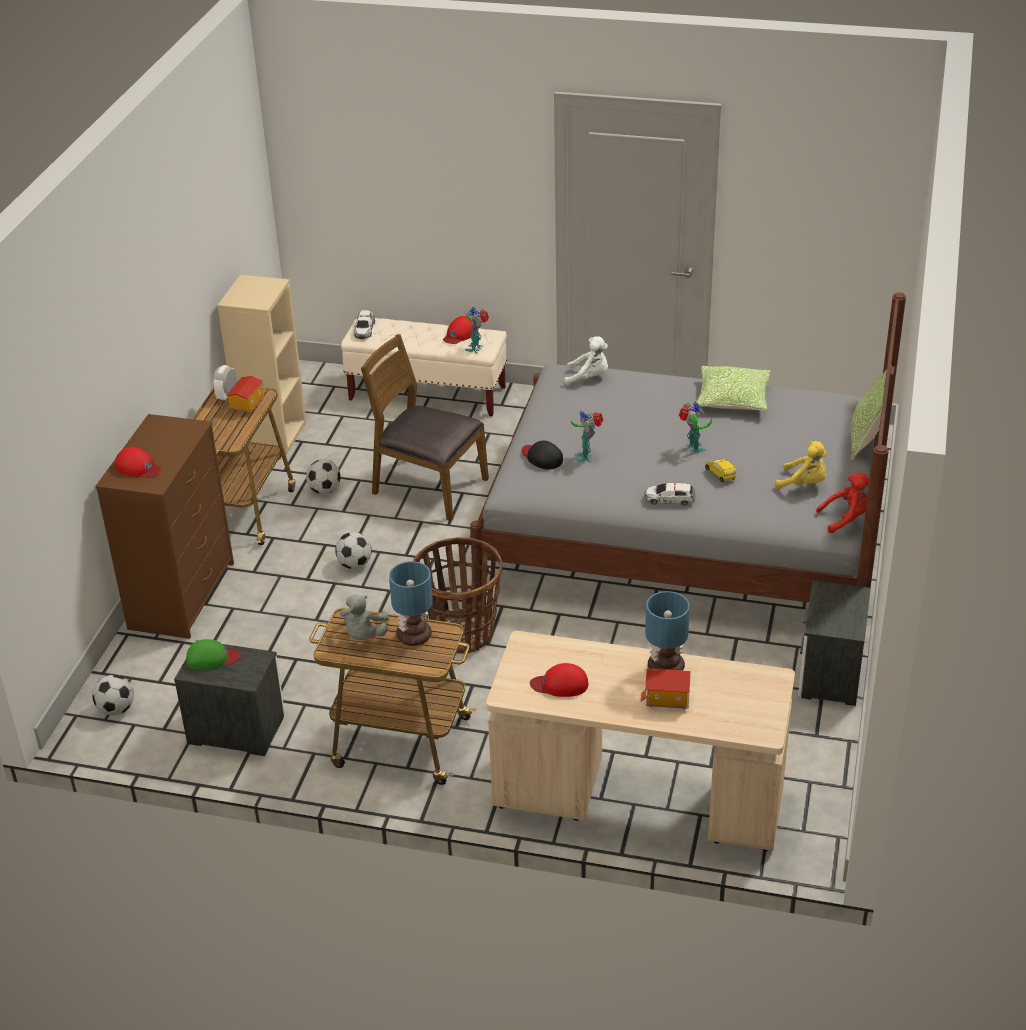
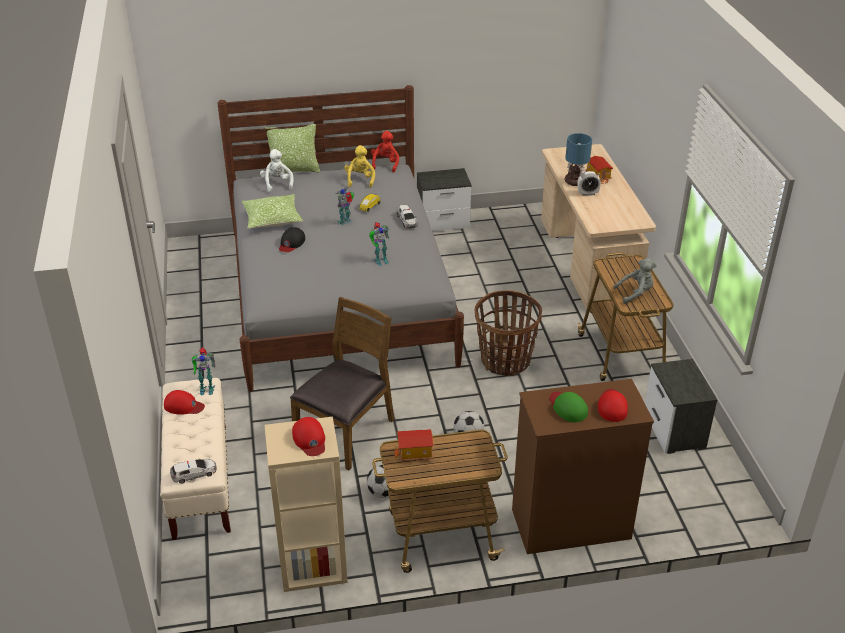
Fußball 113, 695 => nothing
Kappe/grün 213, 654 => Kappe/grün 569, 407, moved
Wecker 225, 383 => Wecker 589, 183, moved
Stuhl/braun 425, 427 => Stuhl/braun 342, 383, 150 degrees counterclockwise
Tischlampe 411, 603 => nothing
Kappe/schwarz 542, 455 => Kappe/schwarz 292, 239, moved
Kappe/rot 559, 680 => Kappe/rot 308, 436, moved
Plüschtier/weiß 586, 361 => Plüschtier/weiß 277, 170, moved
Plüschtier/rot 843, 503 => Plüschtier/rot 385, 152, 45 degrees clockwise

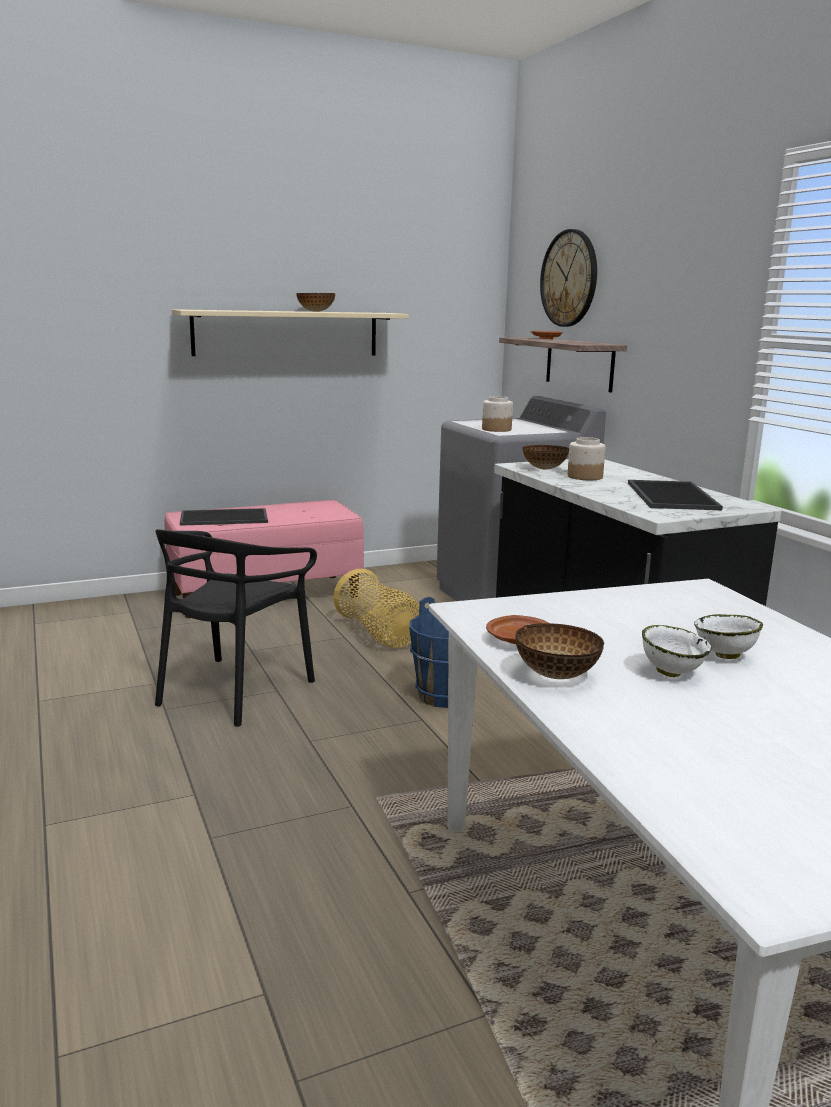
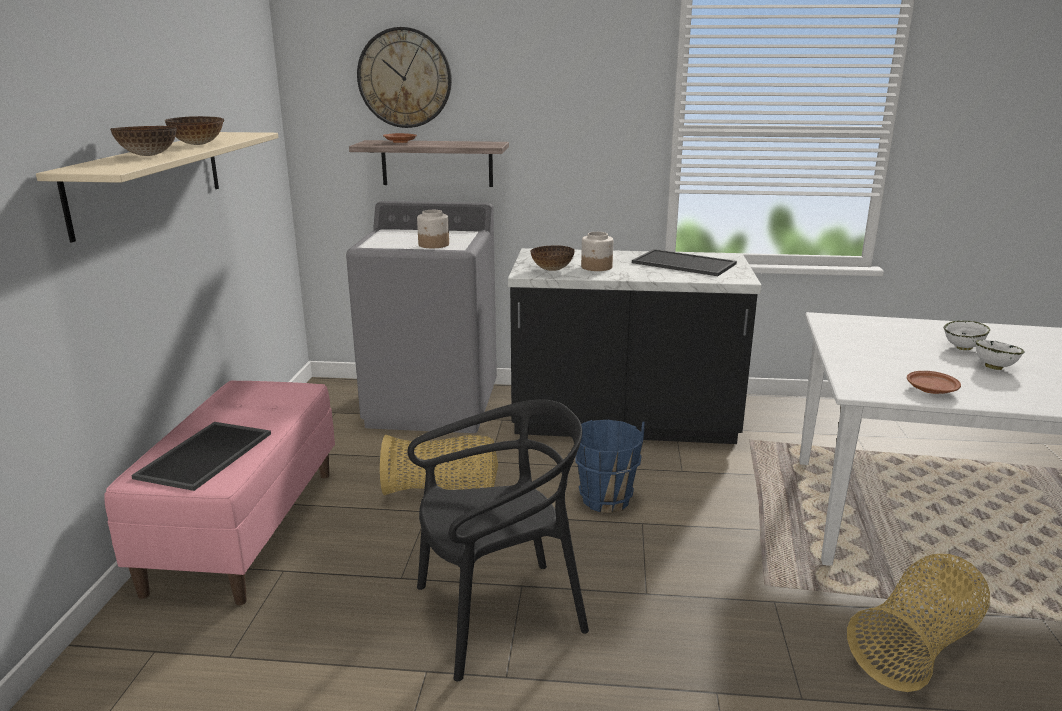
Stuhl/schwarz 236, 628 => Stuhl/schwarz 498, 540, 75 degrees counterclockwise
Schüssel 559, 651 => Schüssel 143, 141, moved
nothing => Korb 918, 623

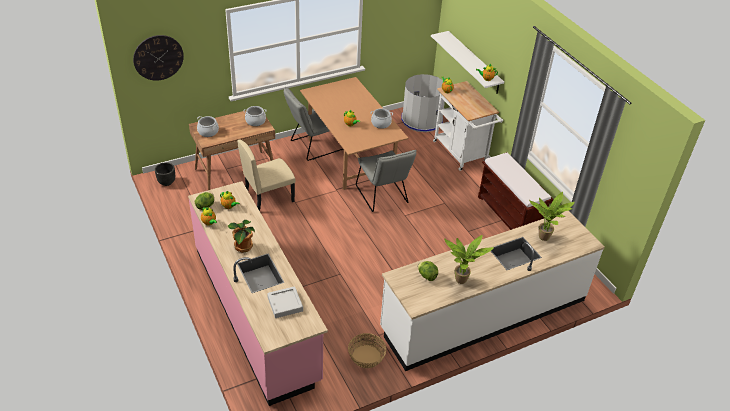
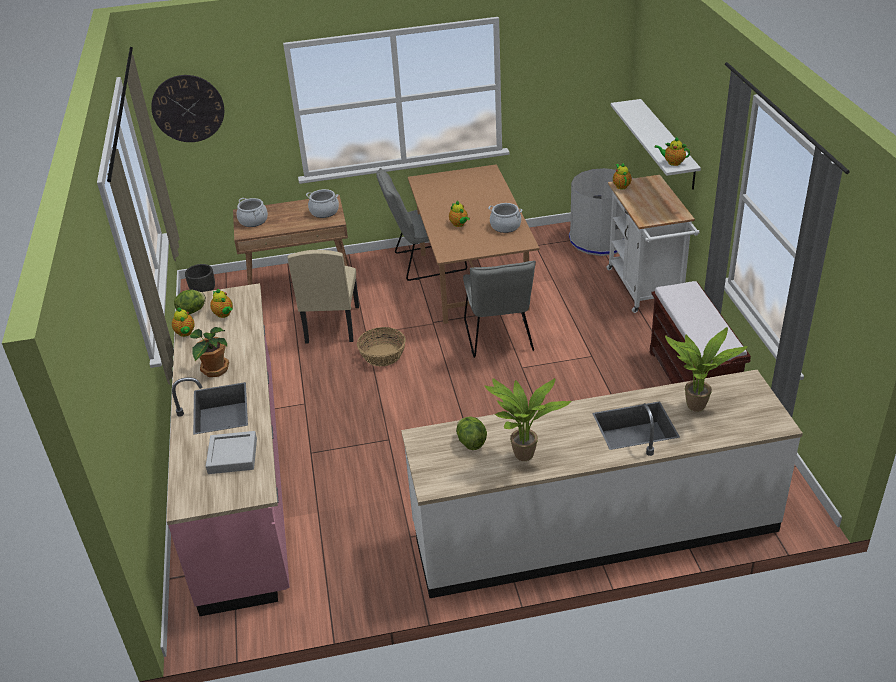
Stuhl/beige 266, 175 => Stuhl/beige 323, 296, 75 degrees counterclockwise
Korb 367, 350 => Korb 381, 346, moved

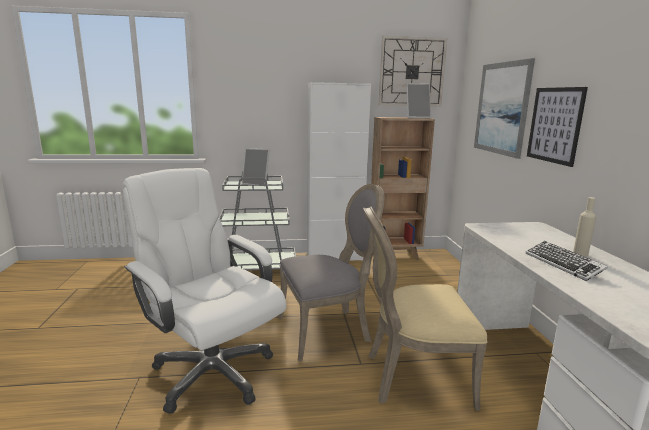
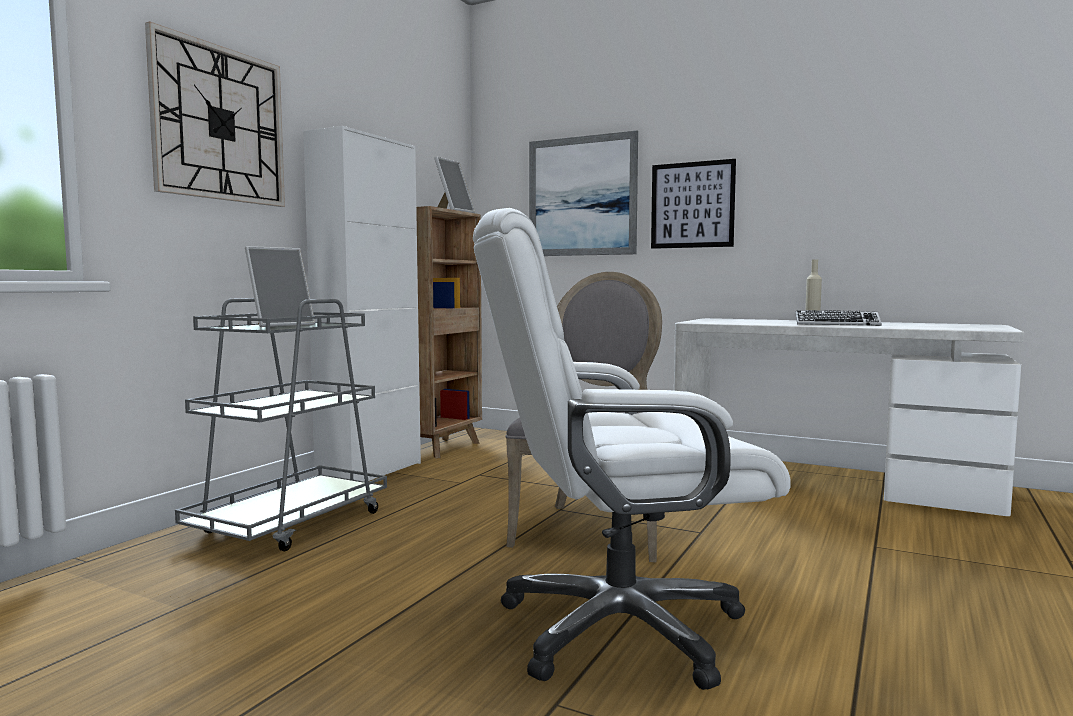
Stuhl/beige 425, 308 => nothing
Wanduhr 413, 71 => Wanduhr 215, 114, moved

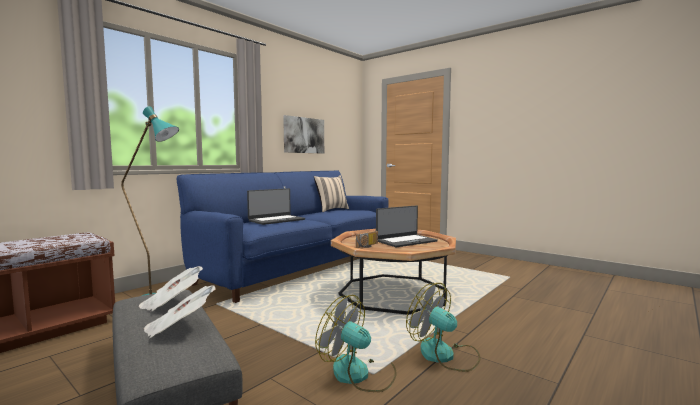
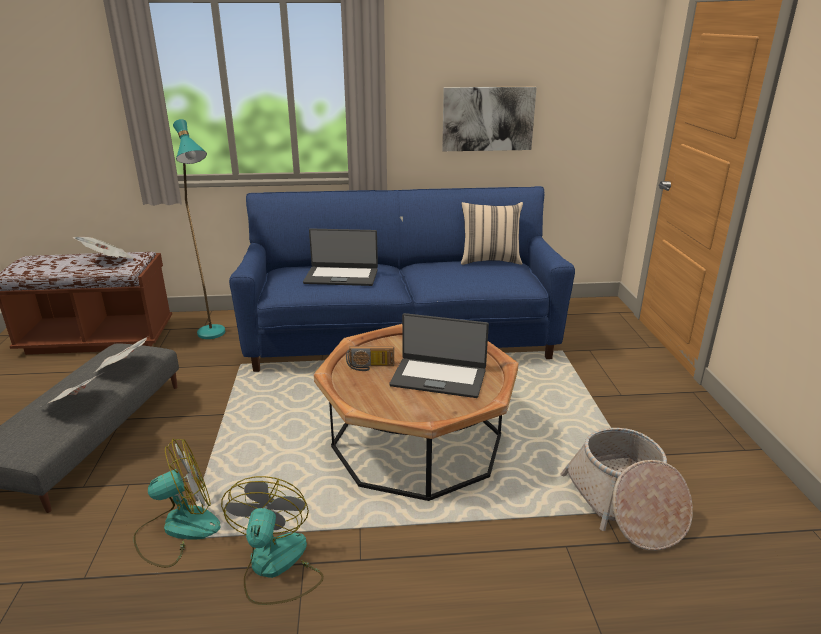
Ventilator 356, 343 => Ventilator 177, 503, 75 degrees clockwise
nothing => Zeitung 103, 248
nothing => Korb 626, 489

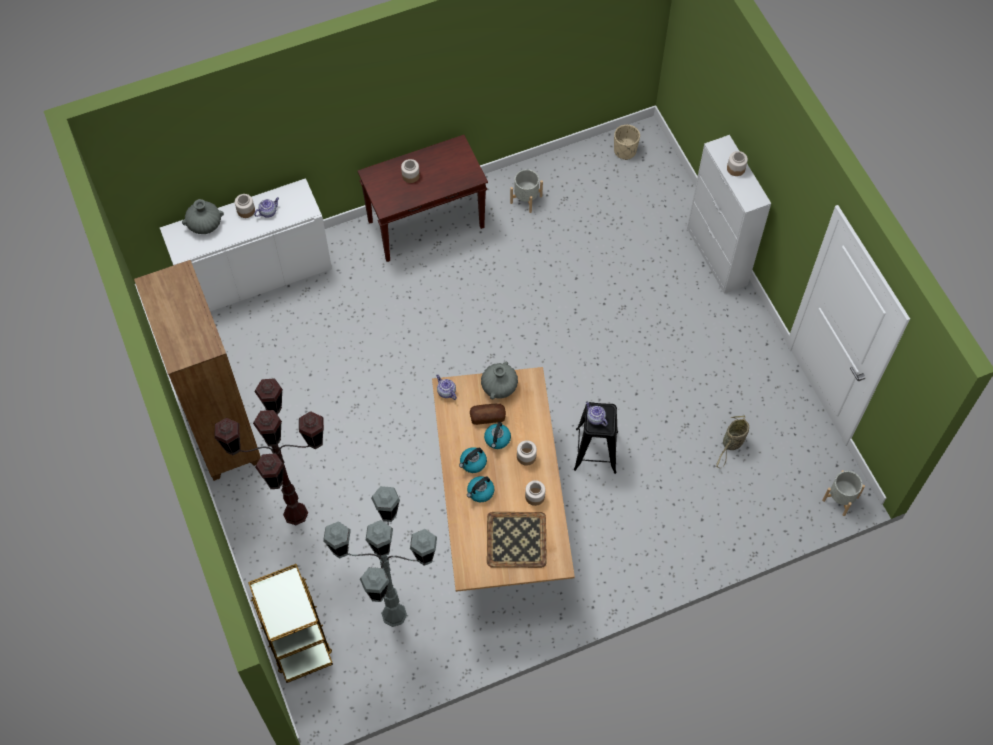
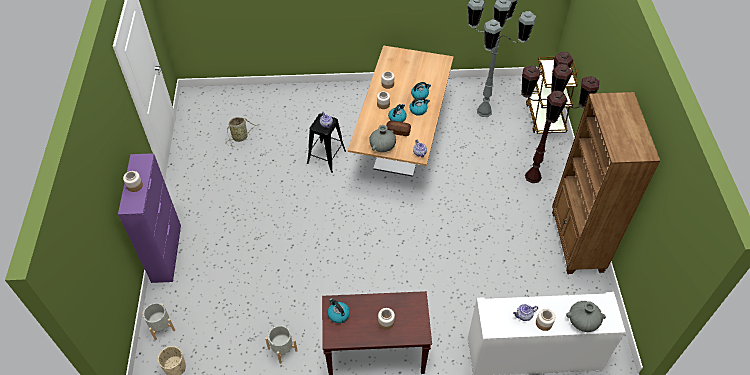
Tablett 517, 540 => nothing
Schrank/weiß 729, 214 => Schrank/lila 149, 218
Pflanzkübel/grau 843, 493 => Pflanzkübel/grau 158, 321, moved
nothing => Wasserkessel 338, 310

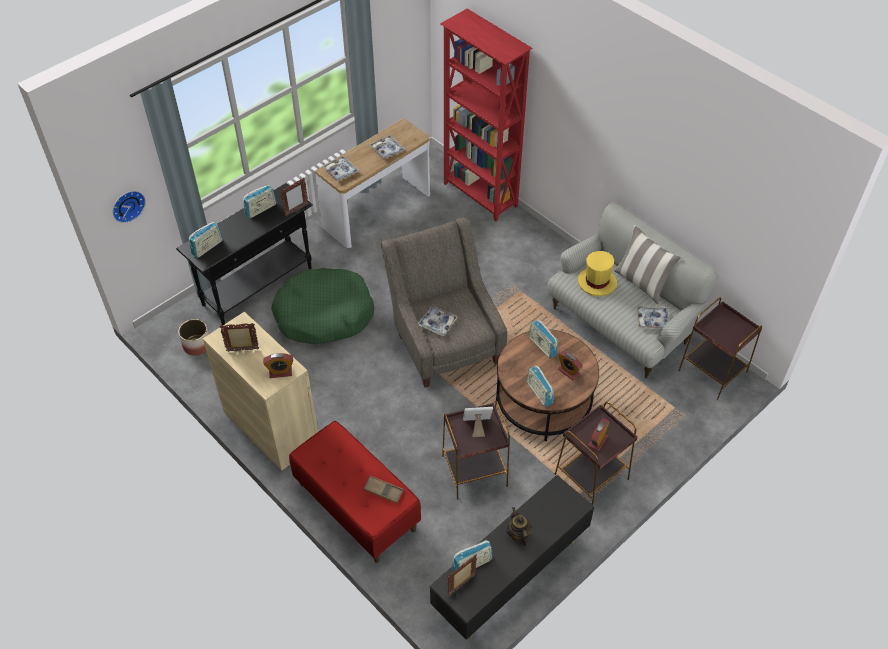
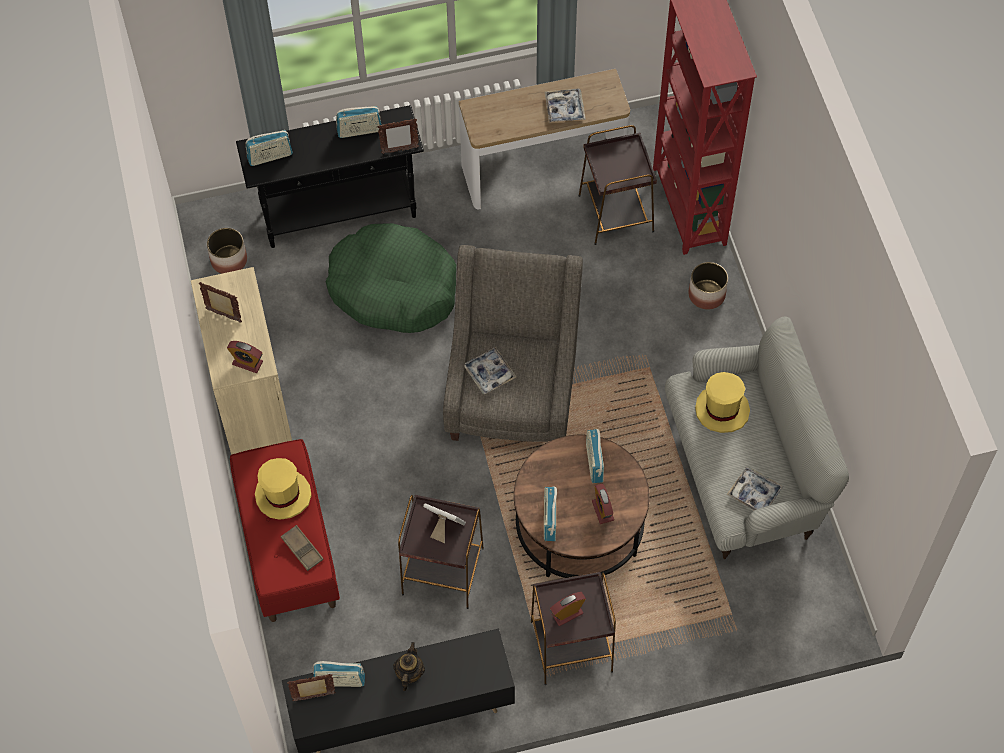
Wanduhr 129, 207 => nothing
Tablett 341, 168 => nothing
Kissen 647, 264 => nothing
Beistelltisch/braun 720, 348 => Beistelltisch/braun 618, 185, moved
nothing => Hut/gelb 283, 489
nothing => Pflanzkübel 708, 285

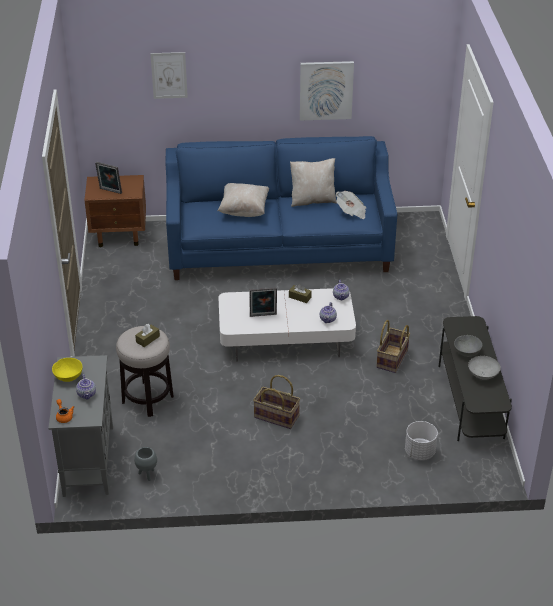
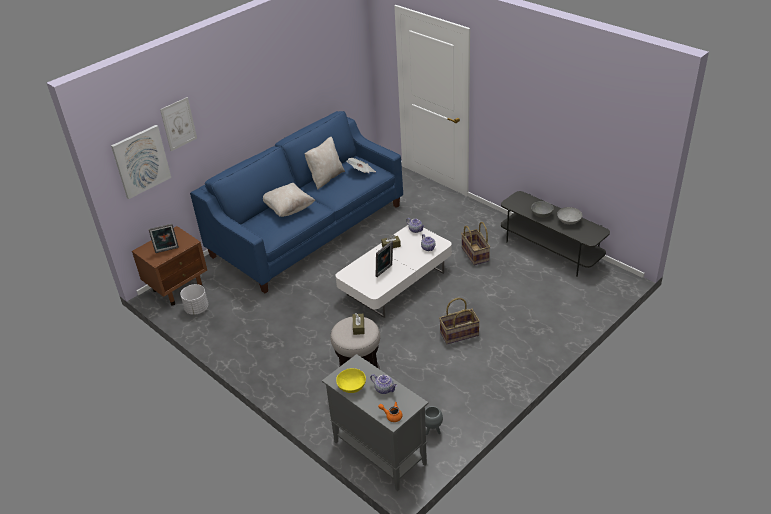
Bild 327, 91 => Bild 141, 162, moved
Pflanzkübel/weiß 421, 440 => Pflanzkübel/weiß 194, 299, moved

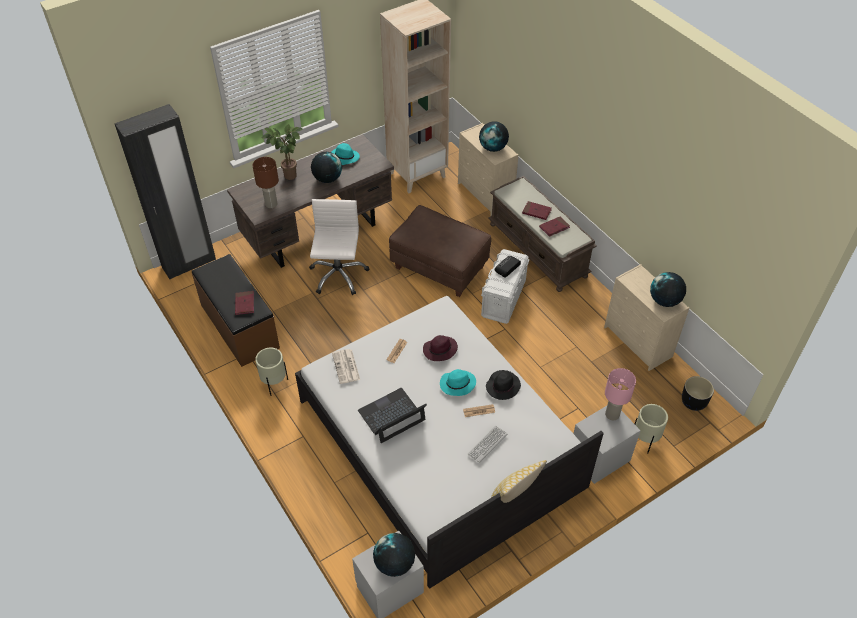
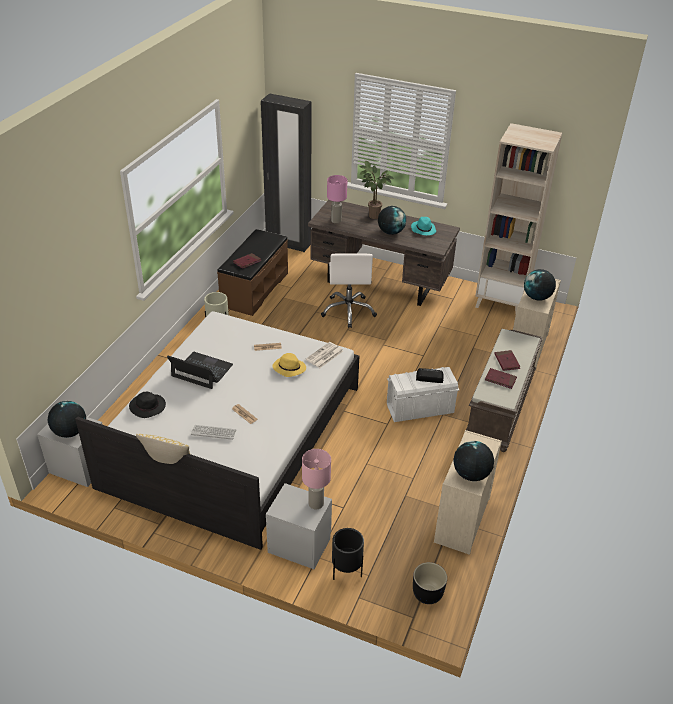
Tischlampe/braun 265, 182 => Tischlampe/rosa 337, 199
Bürostuhl/weiß 339, 247 => Bürostuhl/weiß 349, 290, 120 degrees clockwise
Zeitung 346, 366 => Zeitung 324, 355, moved
Polsterhocker/braun 440, 251 => nothing
Hut/lila 440, 348 => Hut/gelb 289, 365
Hut/türkis 458, 382 => nothing
Hut/schwarz 503, 385 => Hut/schwarz 147, 405, moved
Pflanzkübel/beige 651, 429 => Pflanzkübel/schwarz 348, 554

